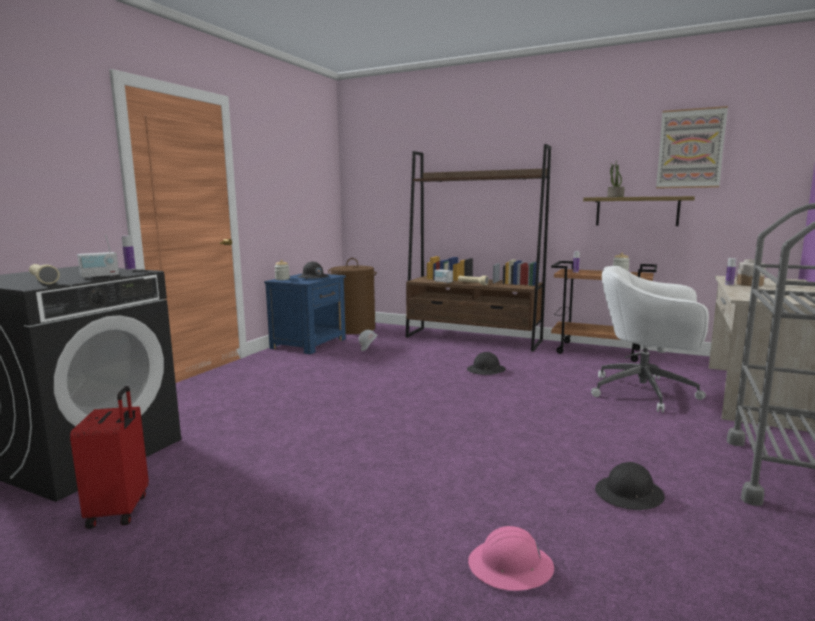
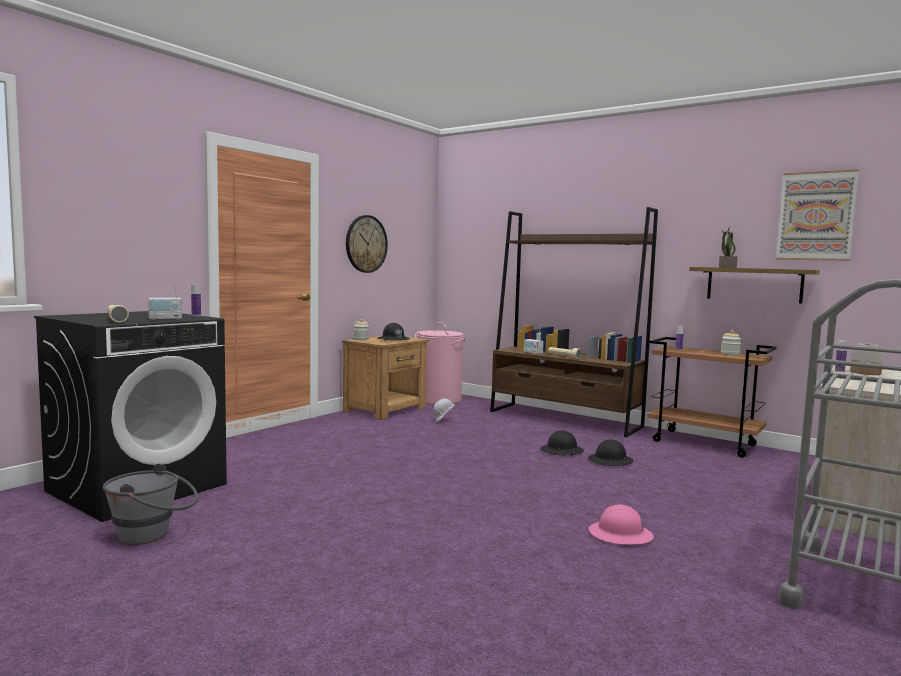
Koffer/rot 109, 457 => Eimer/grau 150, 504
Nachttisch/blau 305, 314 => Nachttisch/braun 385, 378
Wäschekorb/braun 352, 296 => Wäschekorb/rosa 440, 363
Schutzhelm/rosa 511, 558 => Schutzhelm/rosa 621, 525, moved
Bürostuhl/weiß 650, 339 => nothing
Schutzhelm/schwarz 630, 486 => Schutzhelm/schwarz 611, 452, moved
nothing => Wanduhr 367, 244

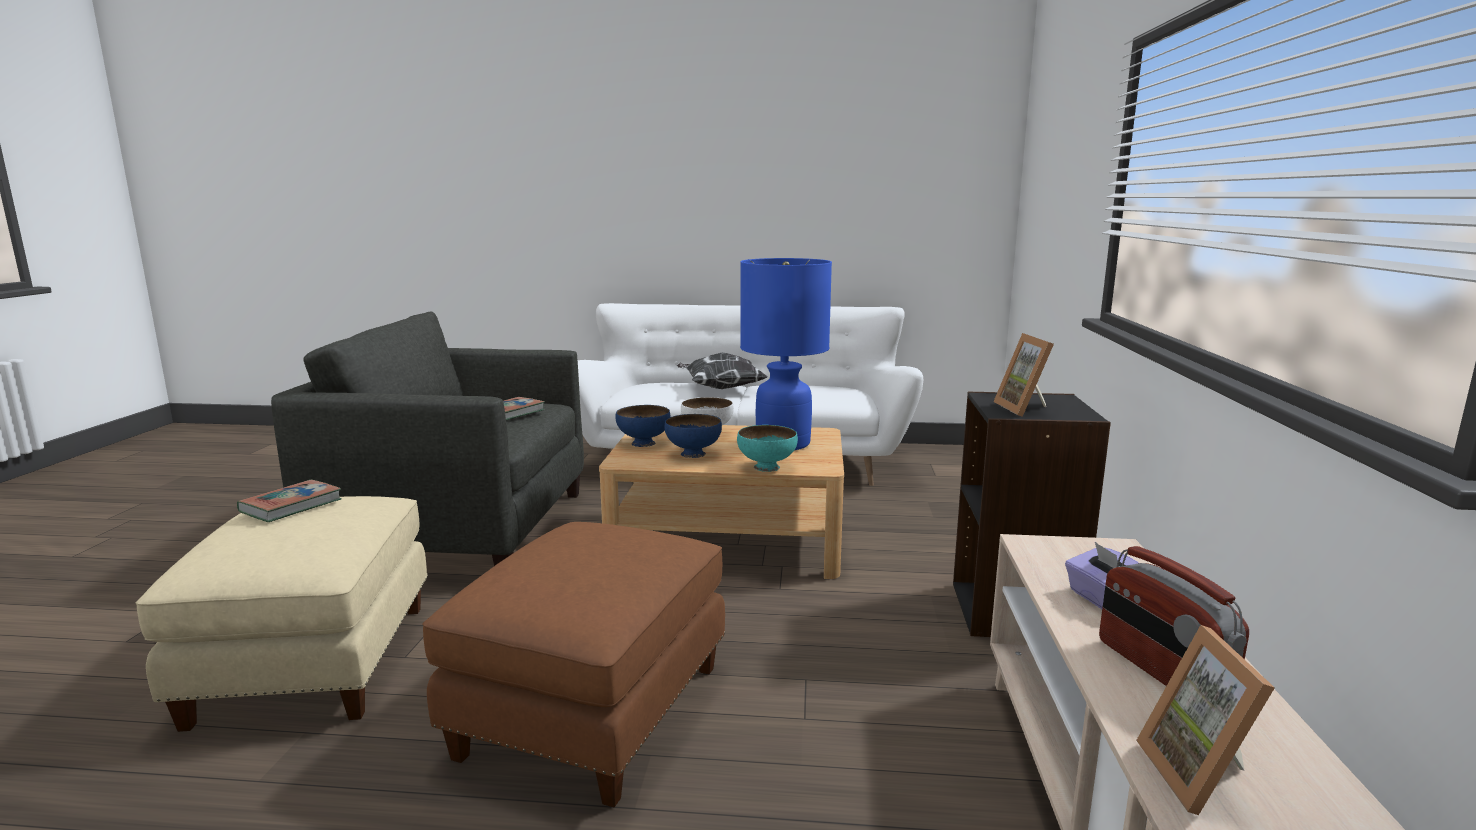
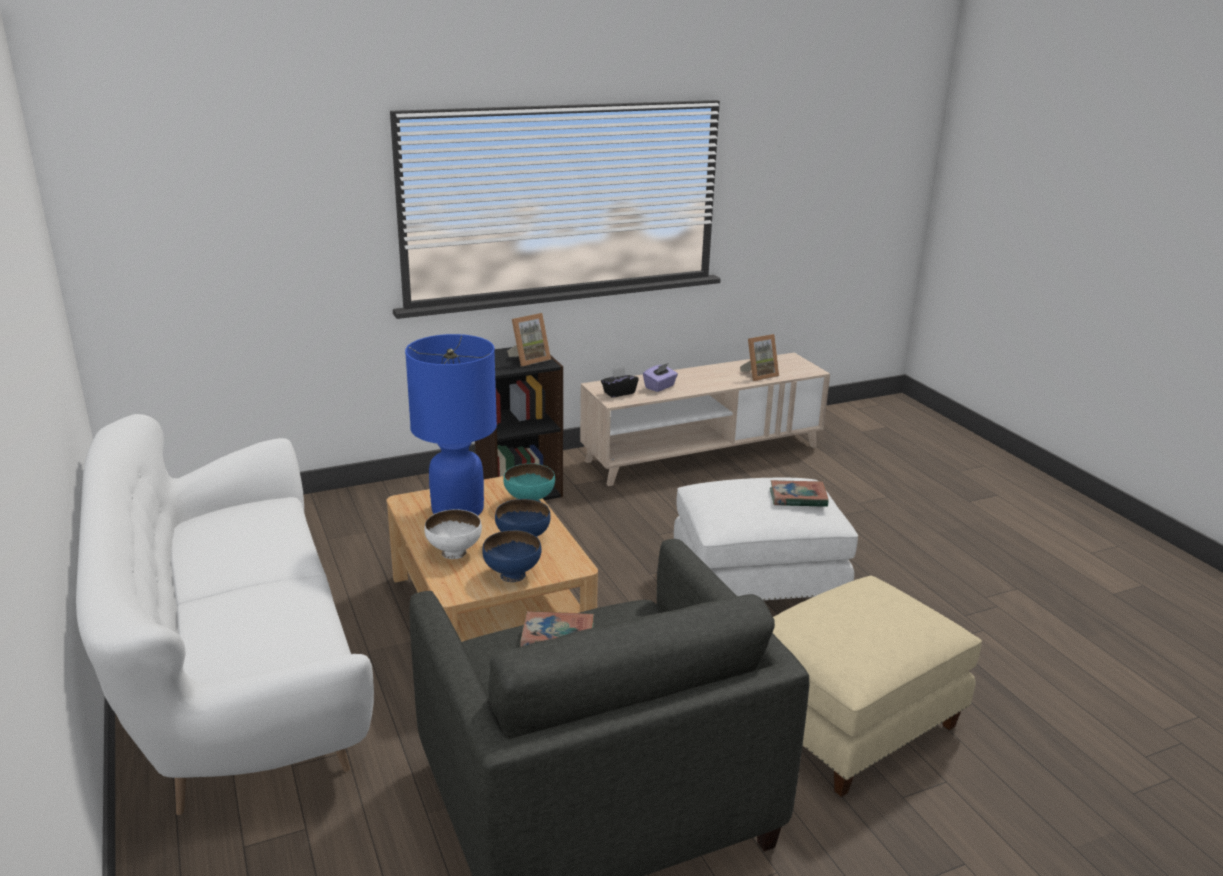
Buch 289, 501 => Buch 799, 493, moved
Polsterhocker/braun 573, 664 => Polsterhocker/weiß 766, 539
Kissen 722, 371 => nothing
Radio 1174, 616 => nothing
nothing => Taschentuchbox/schwarz 620, 382

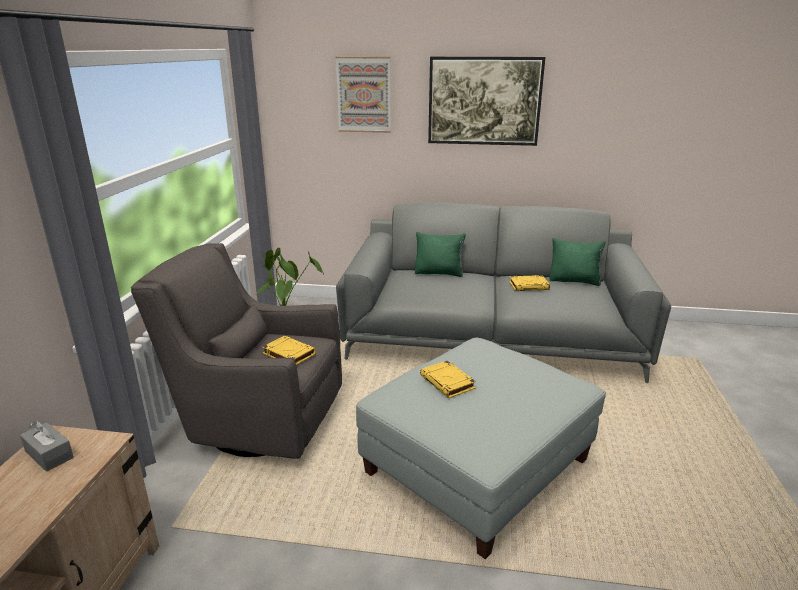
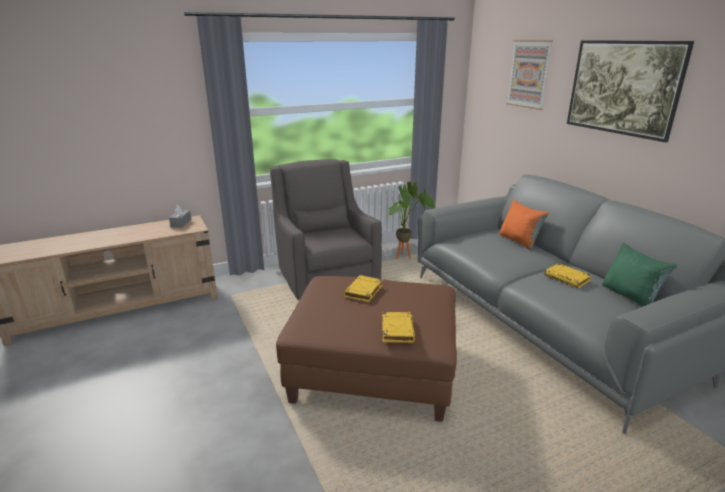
Buch/gelb 289, 350 => Buch/gelb 398, 327, moved
Polsterhocker/grau 481, 448 => Polsterhocker/braun 366, 349
Kissen/grün 440, 254 => Kissen/orange 524, 224

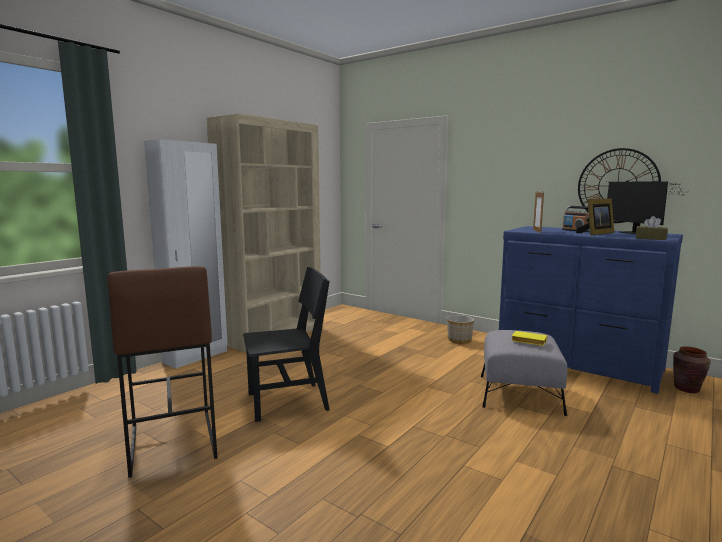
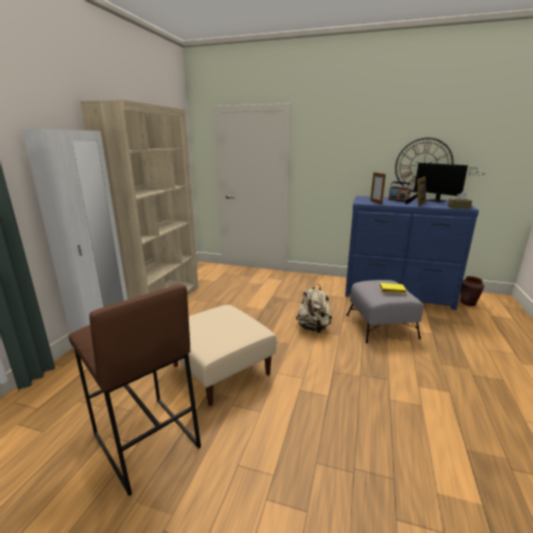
Stuhl/schwarz 286, 344 => Polsterhocker/beige 224, 355
Pflanzkübel 460, 329 => nothing
nothing => Rucksack/beige 314, 308

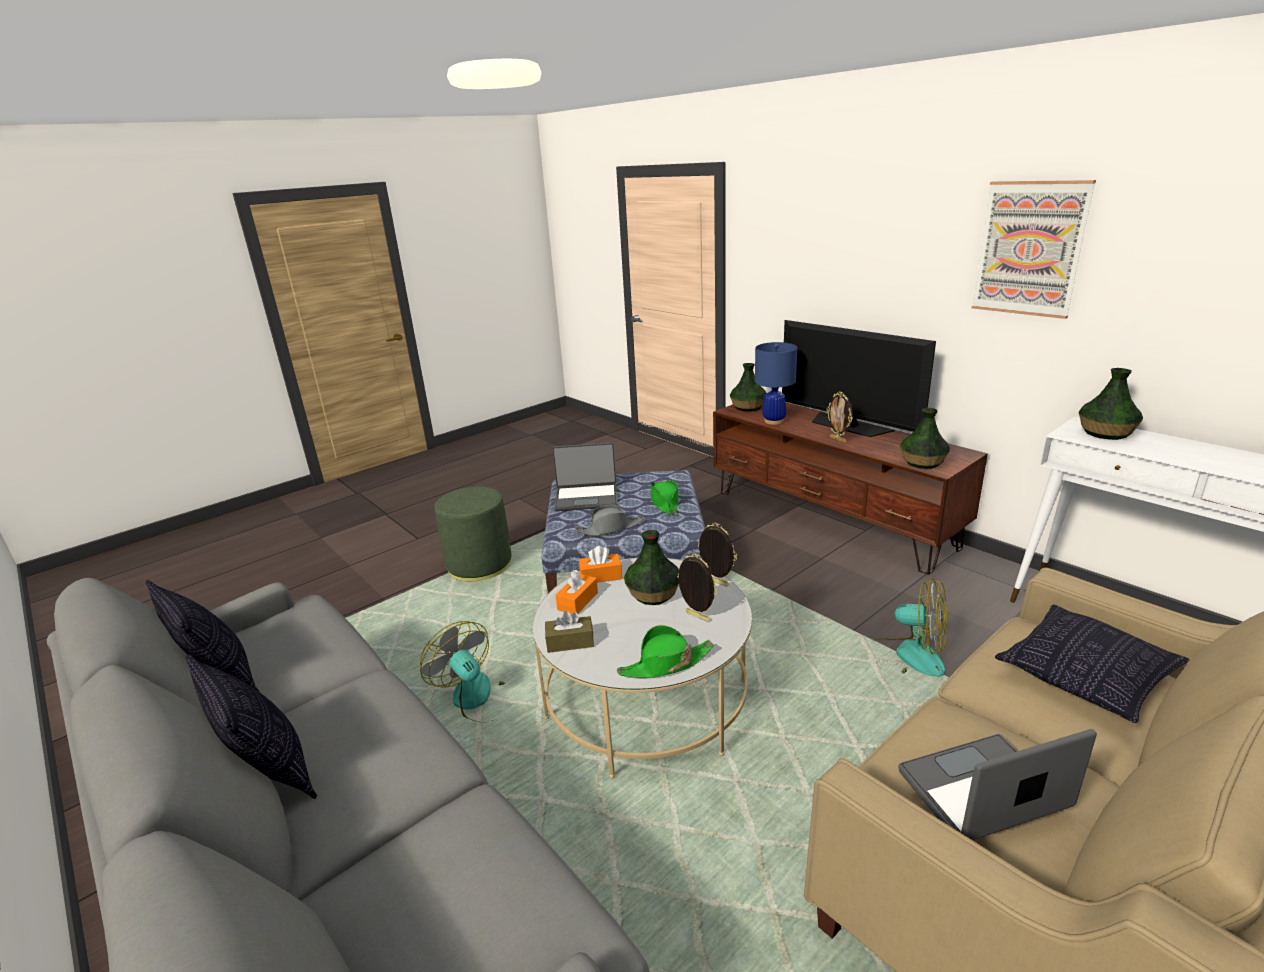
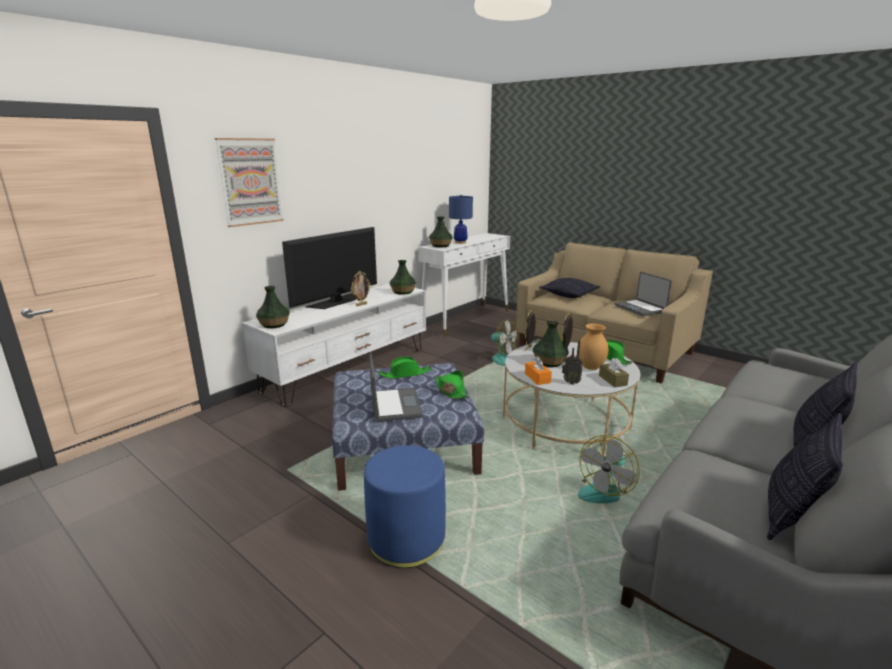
Polsterhocker/grün 472, 534 => Polsterhocker/blau 405, 506
Taschentuchbox/orange 576, 592 => Radio 572, 362
Hut/grau 609, 520 => Hut/grün 453, 384
Fernsehschrank/braun 850, 489 => Fernsehschrank/weiß 334, 345
Tischlampe/blau 776, 383 => Tischlampe/blau 461, 219, moved
Ventilator 910, 627 => Ventilator 498, 342, 105 degrees clockwise
Bild 1034, 249 => Bild 249, 182, moved
nothing => Vase/braun 594, 347

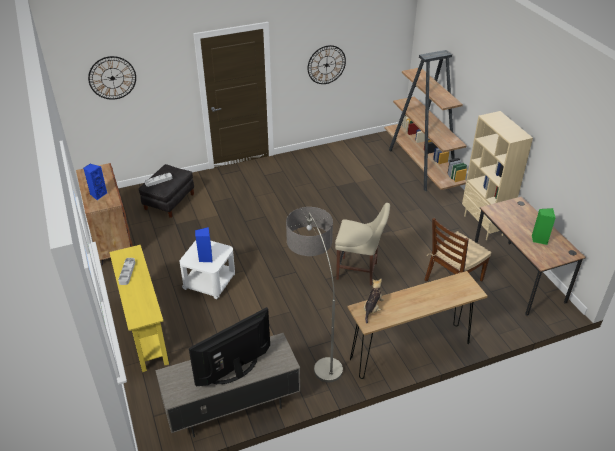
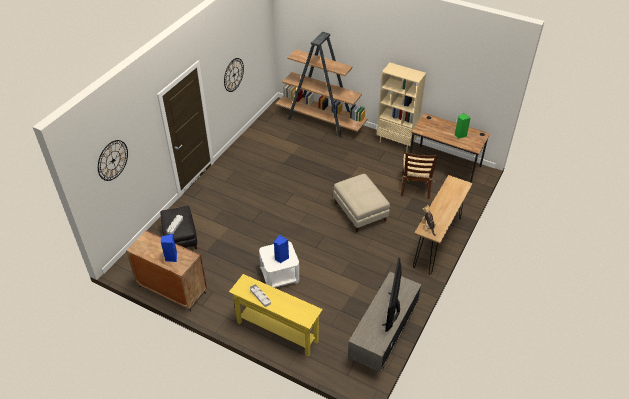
Stehlampe 314, 294 => nothing
Stuhl/beige 362, 244 => Polsterhocker/beige 361, 203

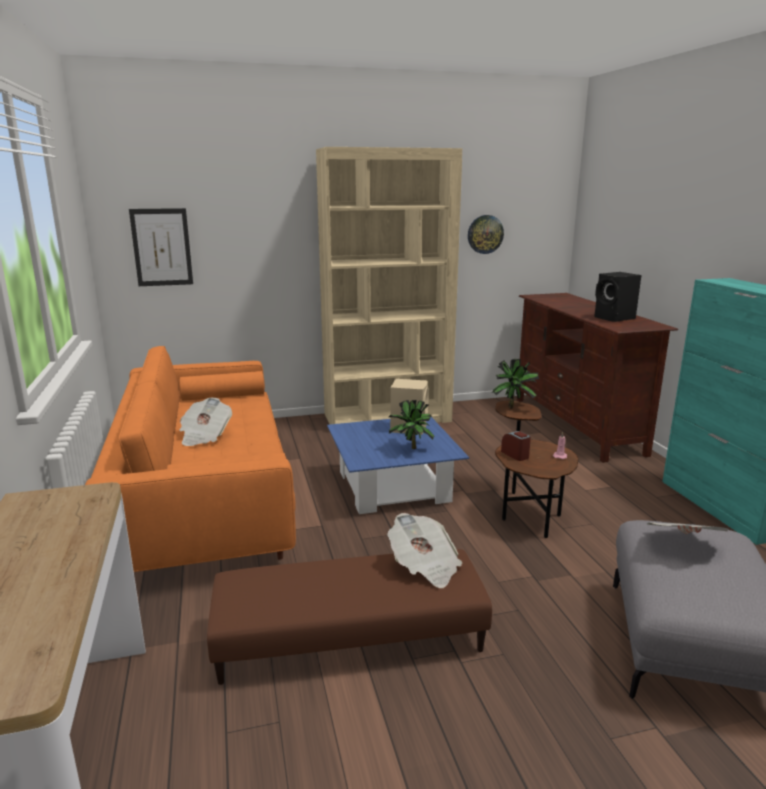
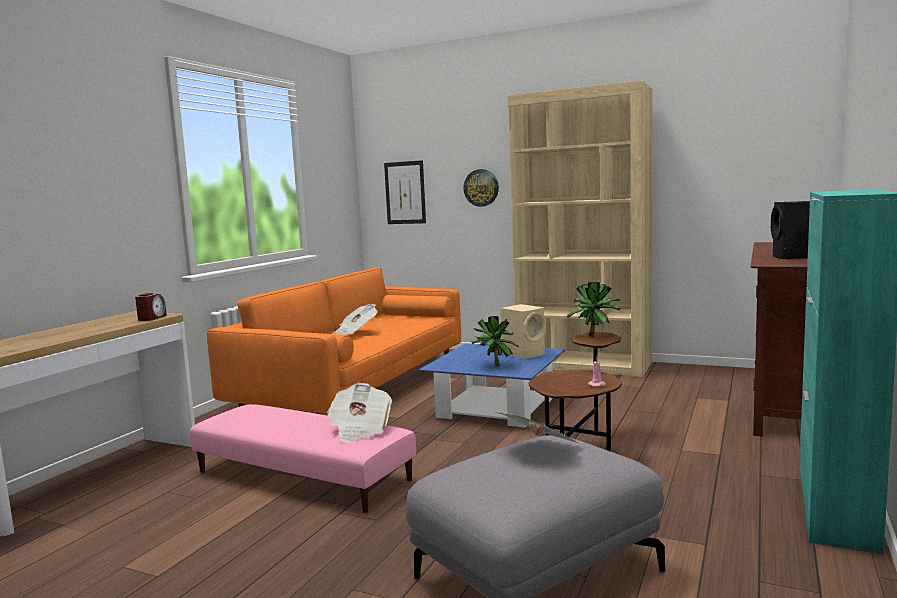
Polsterhocker/braun 349, 617 => Polsterhocker/rosa 303, 458
Wanduhr 486, 234 => Wanduhr 481, 188, moved
Wecker 516, 446 => Wecker 151, 307, moved

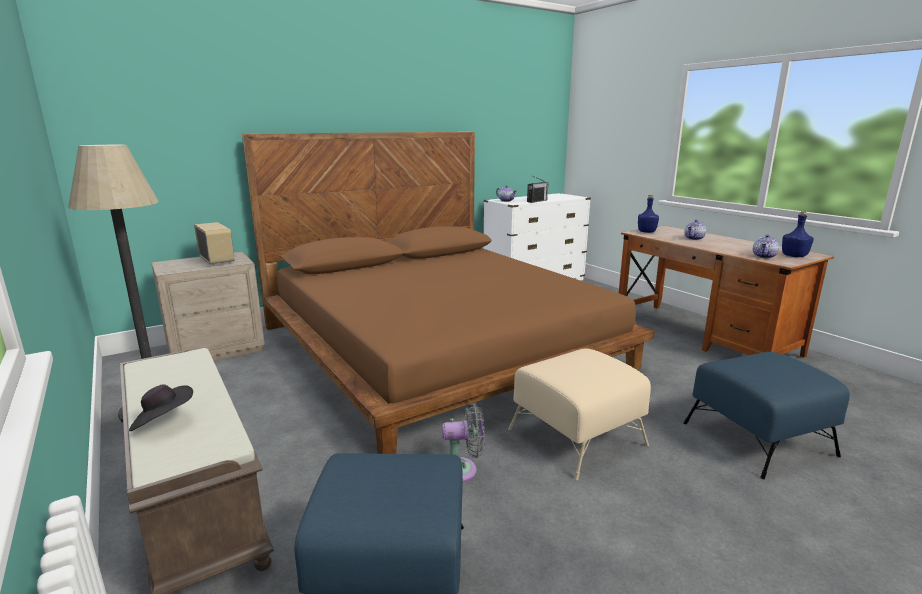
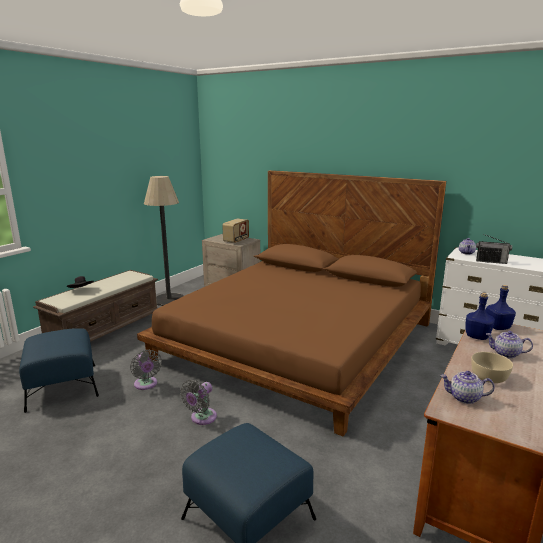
Polsterhocker/beige 579, 414 => Ventilator/grau 198, 402
Flasche/blau 798, 234 => Flasche/blau 480, 316, moved
nothing => Schüssel/beige 492, 367

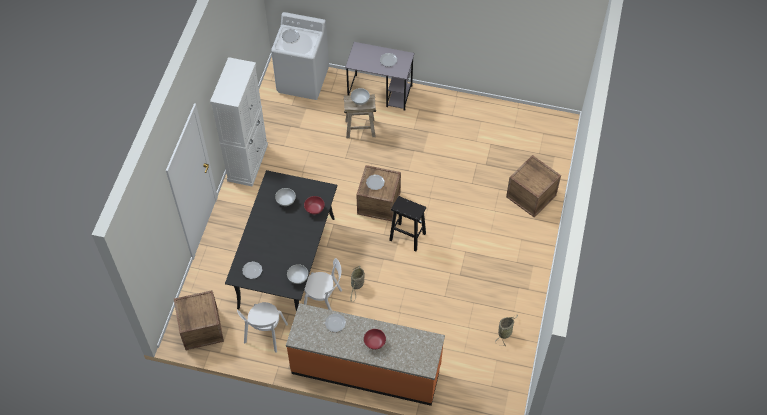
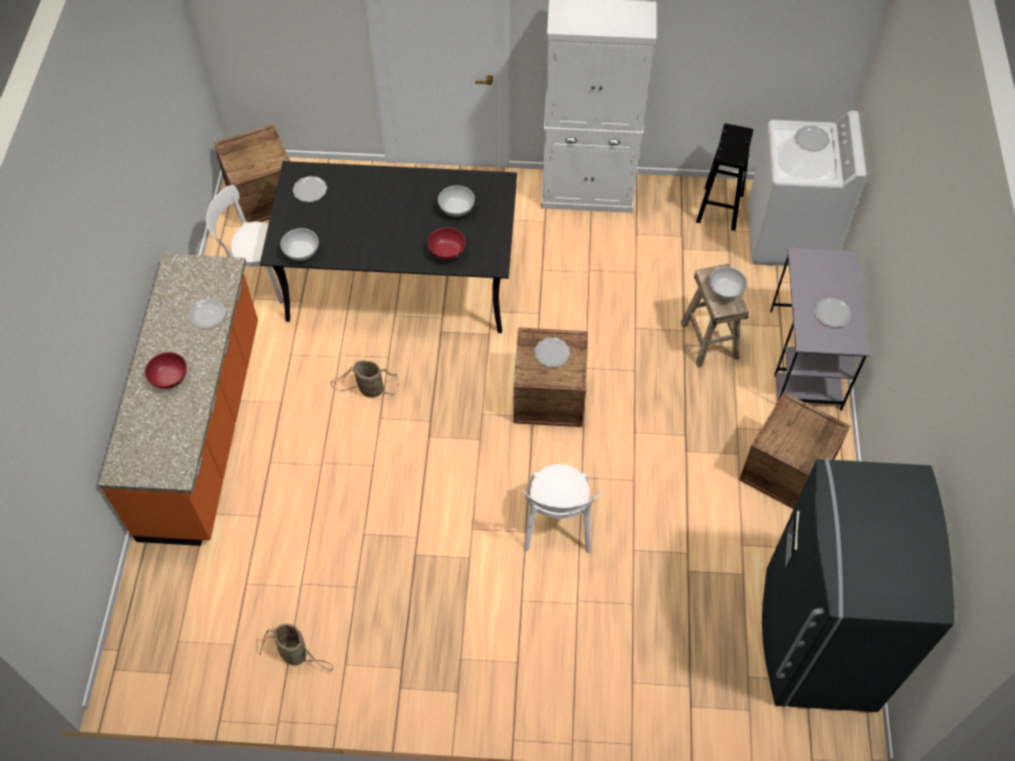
Stuhl/weiß 323, 284 => Stuhl/weiß 562, 508, moved
Hocker/schwarz 407, 223 => Hocker/schwarz 724, 177, moved
Kiste 533, 186 => Kiste 795, 450, moved
nothing => Kühlschrank/grau 858, 585

